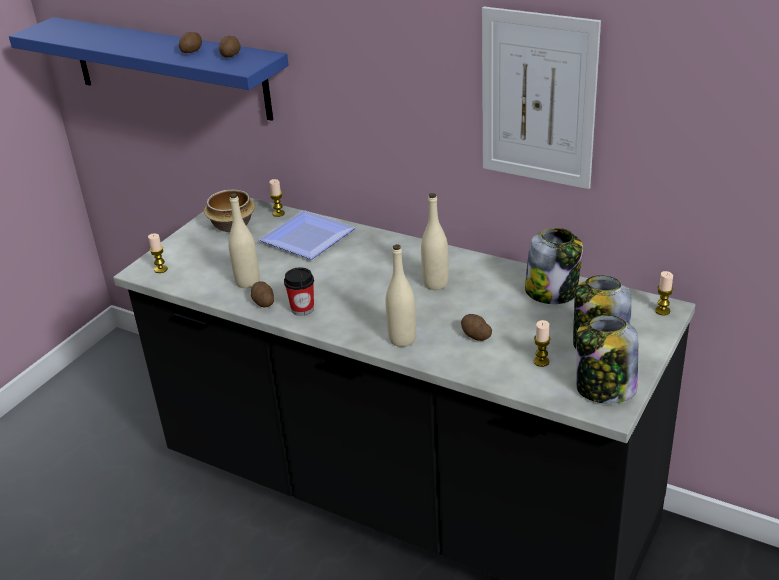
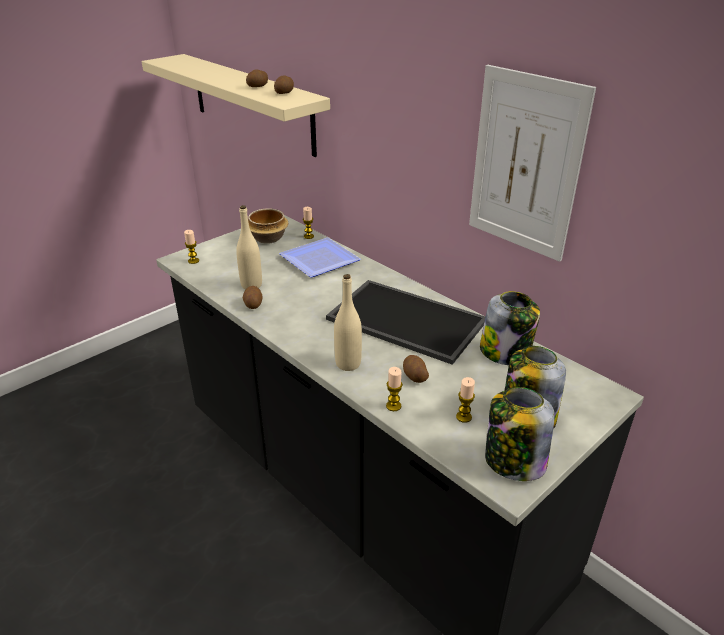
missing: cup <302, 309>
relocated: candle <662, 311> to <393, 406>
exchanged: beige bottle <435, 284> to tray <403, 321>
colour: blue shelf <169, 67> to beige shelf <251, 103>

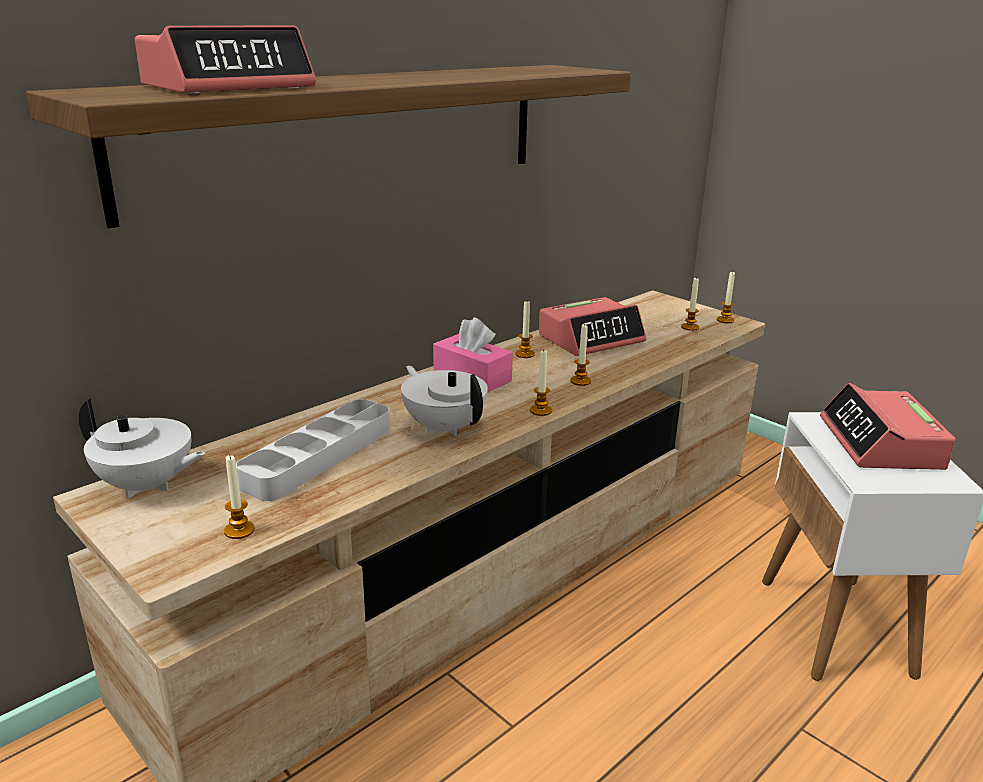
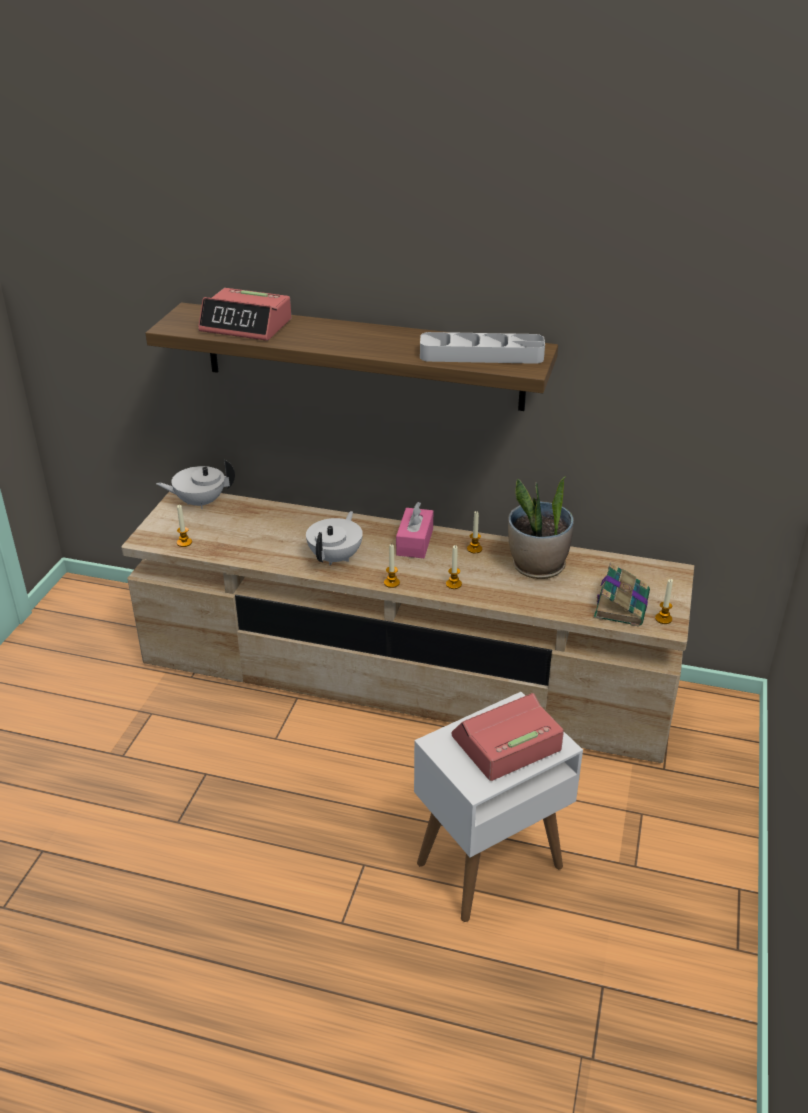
relocated: grey tray <319, 456> to <481, 355>
exchanged: alarm clock <591, 339> to potted plant <537, 567>; candle <690, 327> to book <621, 605>
spun: white teapot <147, 486> = <200, 502> 90 degrees clockwise

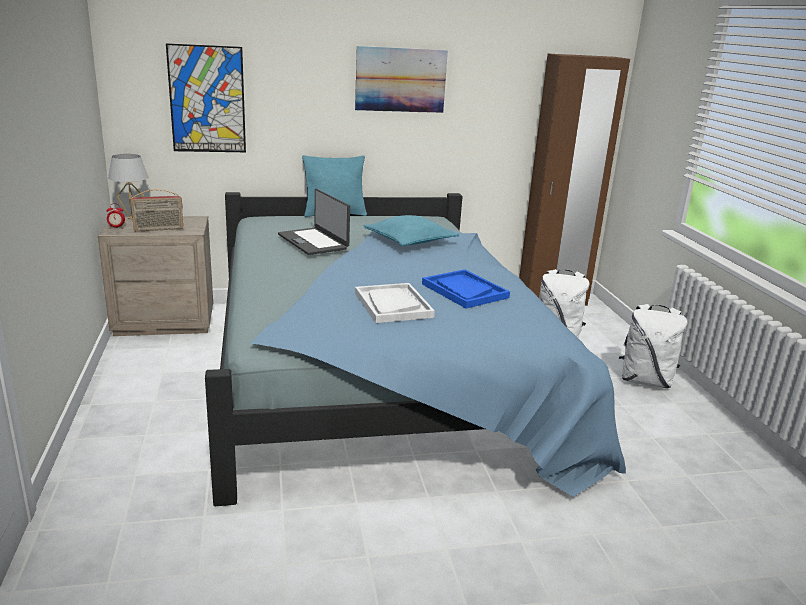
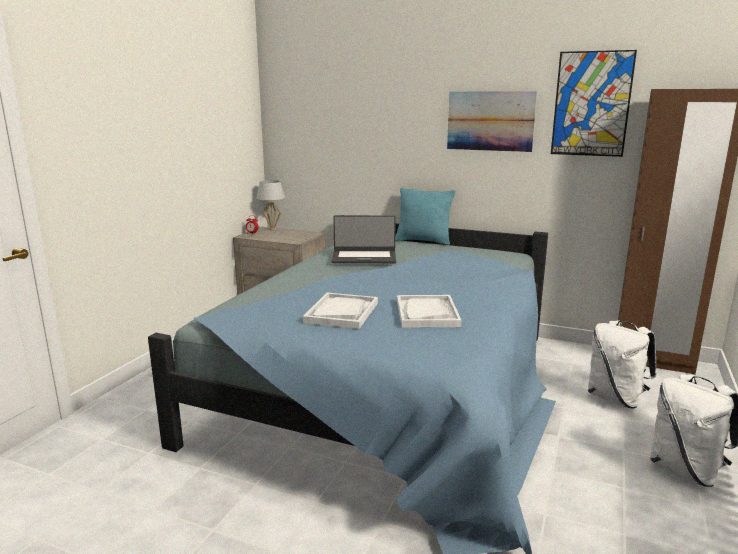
missing: radio <158, 229>; turquoise pillow <410, 241>
relocated: picture <207, 99> to <591, 104>
colour: blue tray <464, 291> to white tray <426, 313>
spun: laptop <313, 241> = <364, 257> 90 degrees counterclockwise

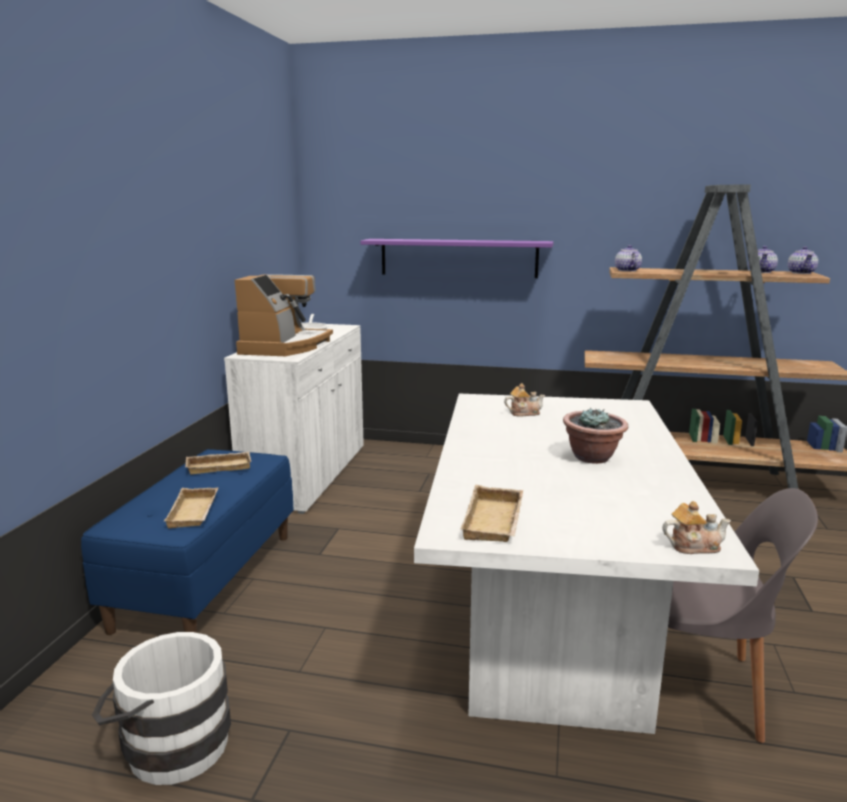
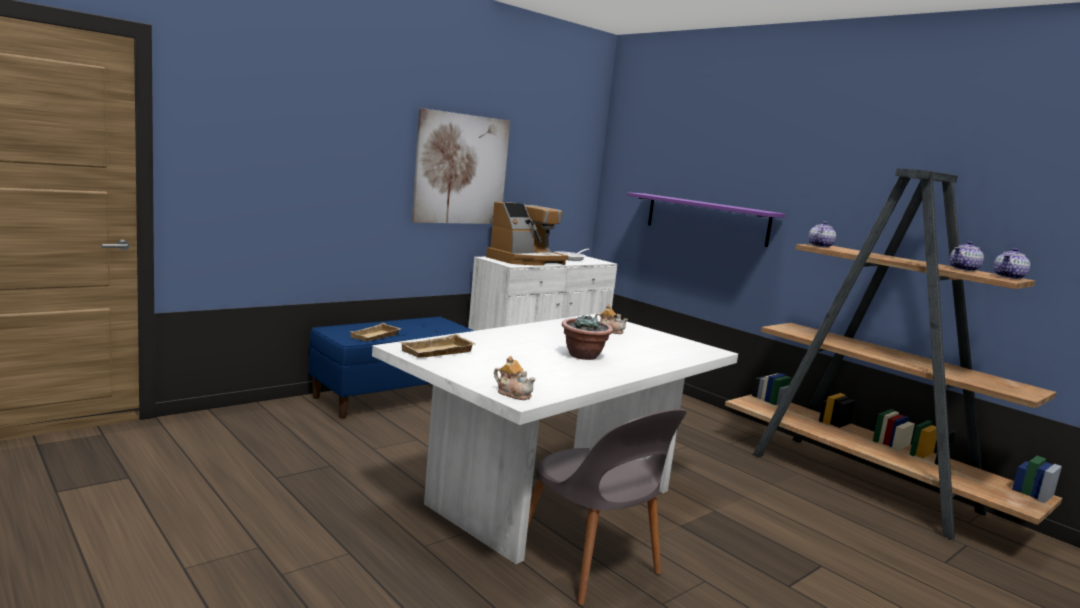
missing: white bucket <169, 745>; beige tray <220, 466>
appeared: picture <461, 169>

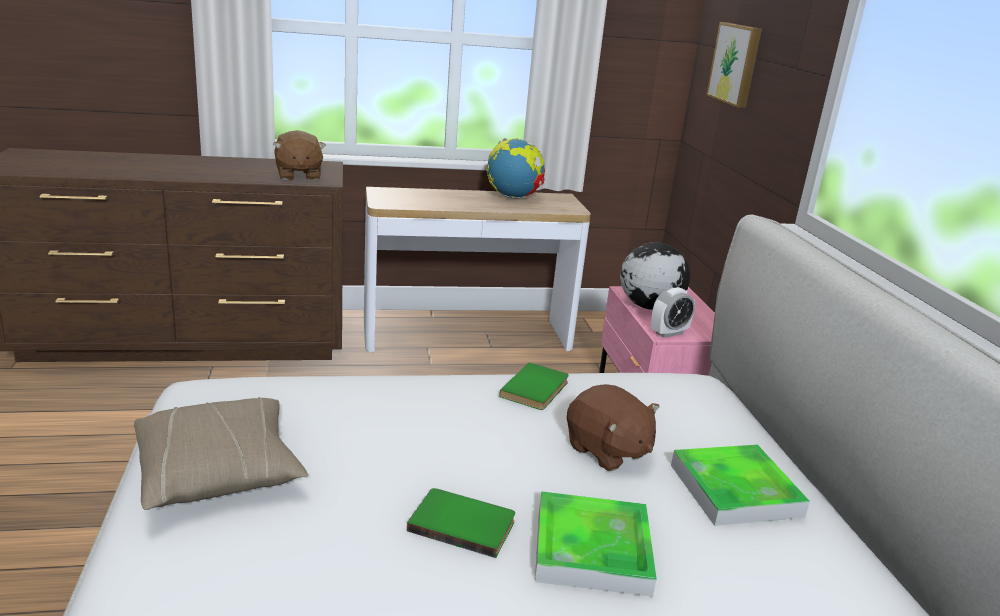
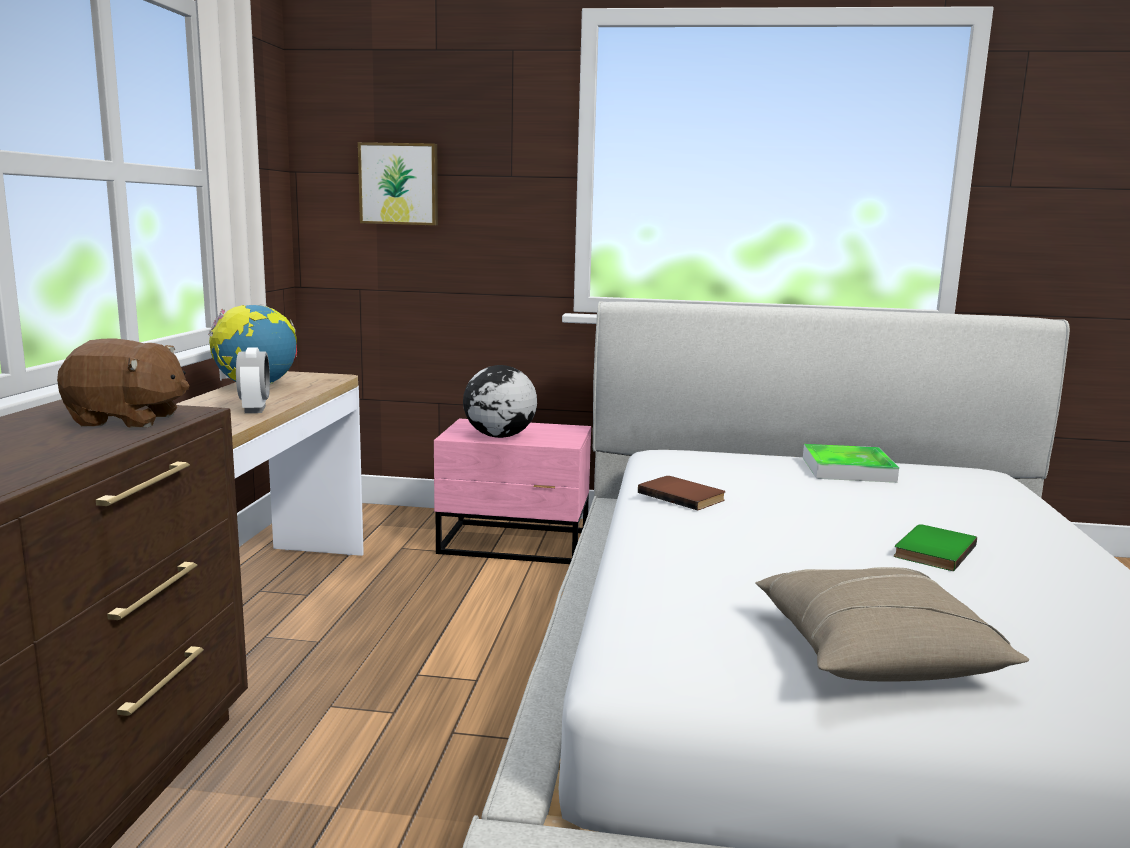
missing: tray <592, 549>; brown plush toy <607, 451>
relocated: alarm clock <669, 333> to <255, 409>
colour: green book <537, 389> to brown book <683, 495>

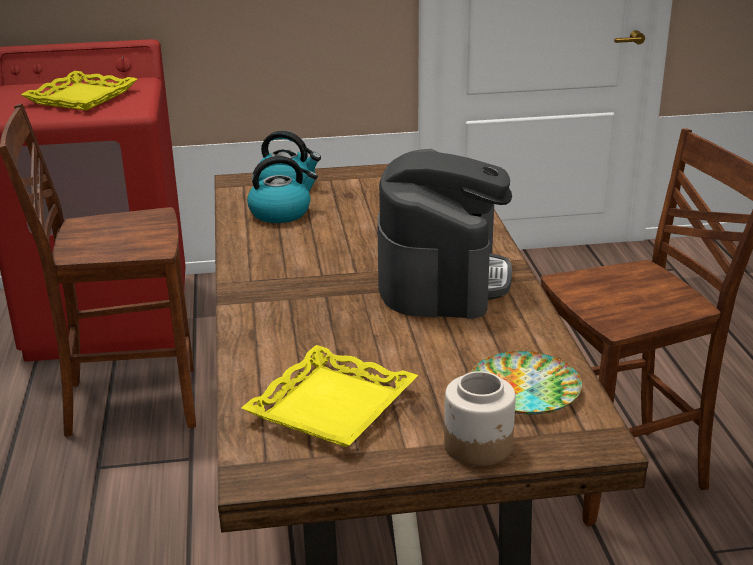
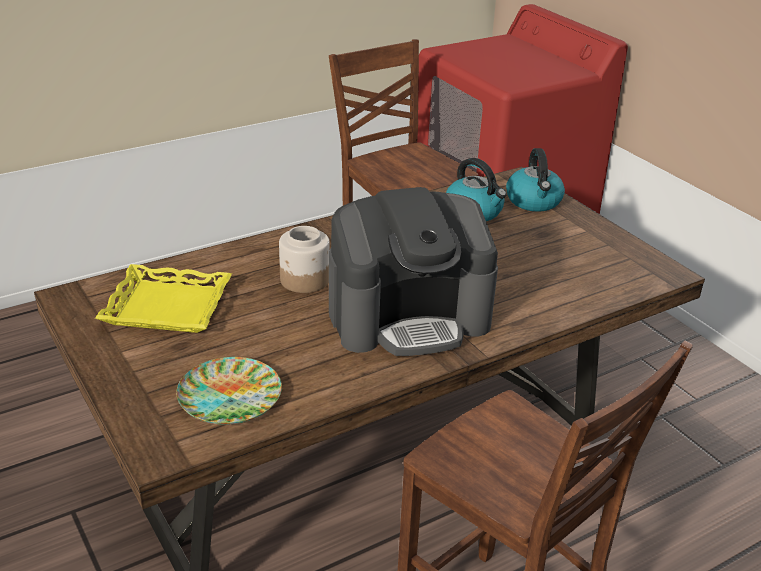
missing: yellow tray <81, 97>
relocated: jar <479, 446> to <304, 280>

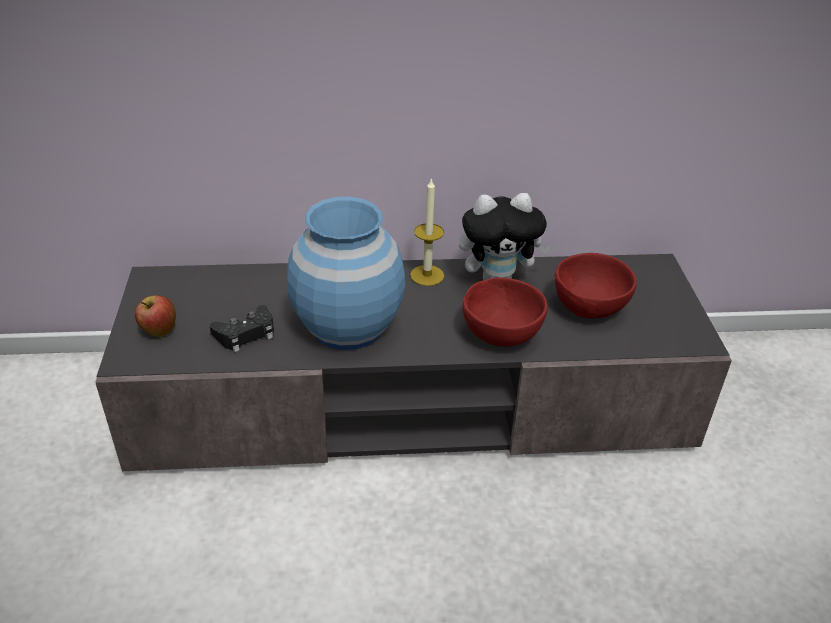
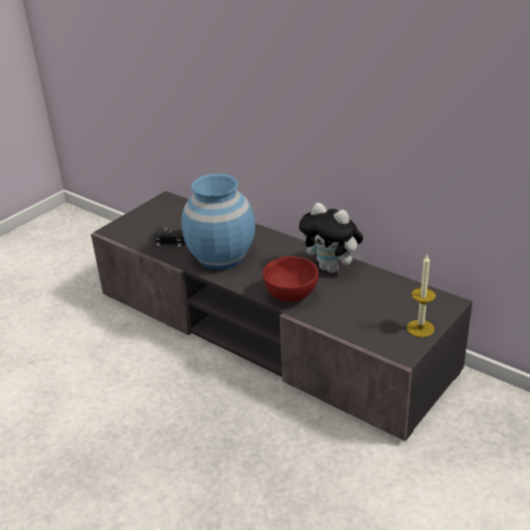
missing: apple <159, 331>; red bowl <588, 307>
relocated: candle <427, 275> to <420, 328>

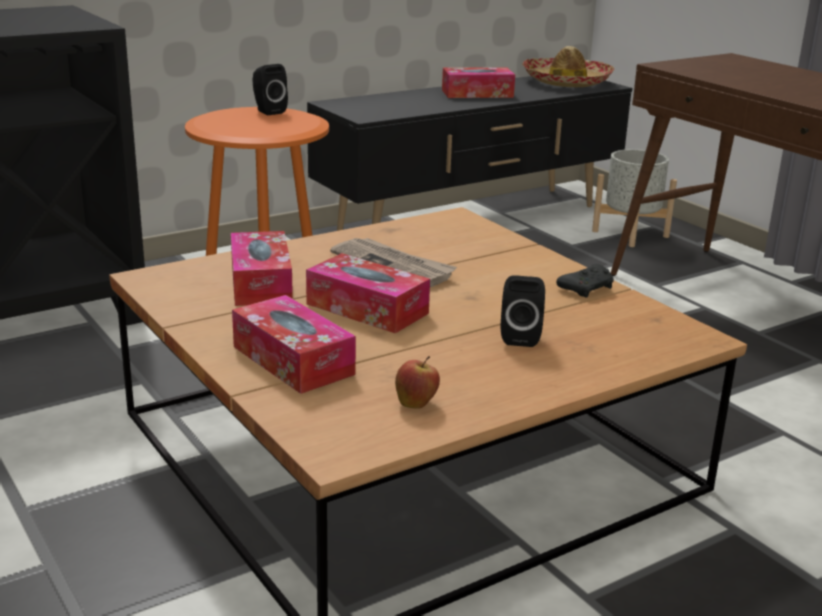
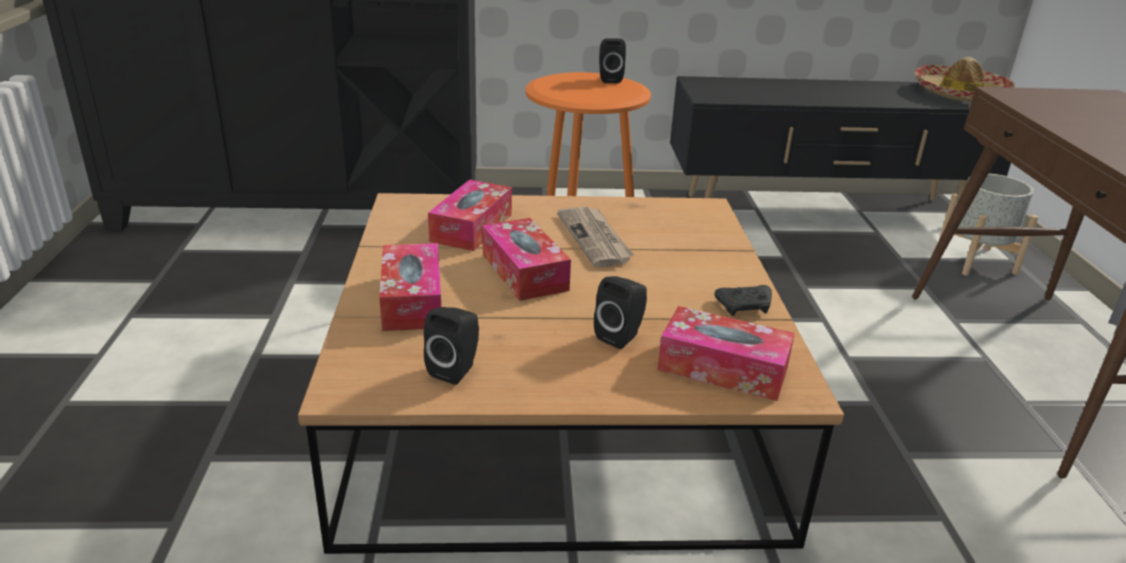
relocated: tissue box <477, 93> to <723, 368>
exchanged: apple <416, 403> to black speaker <456, 369>

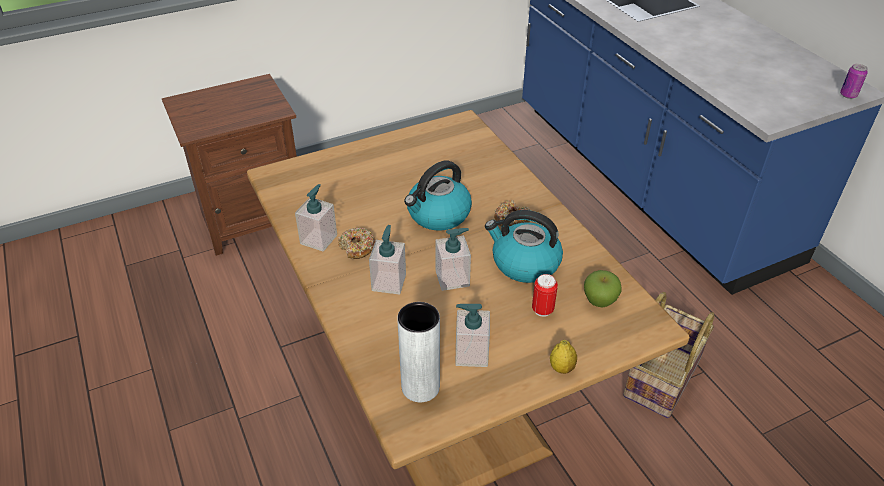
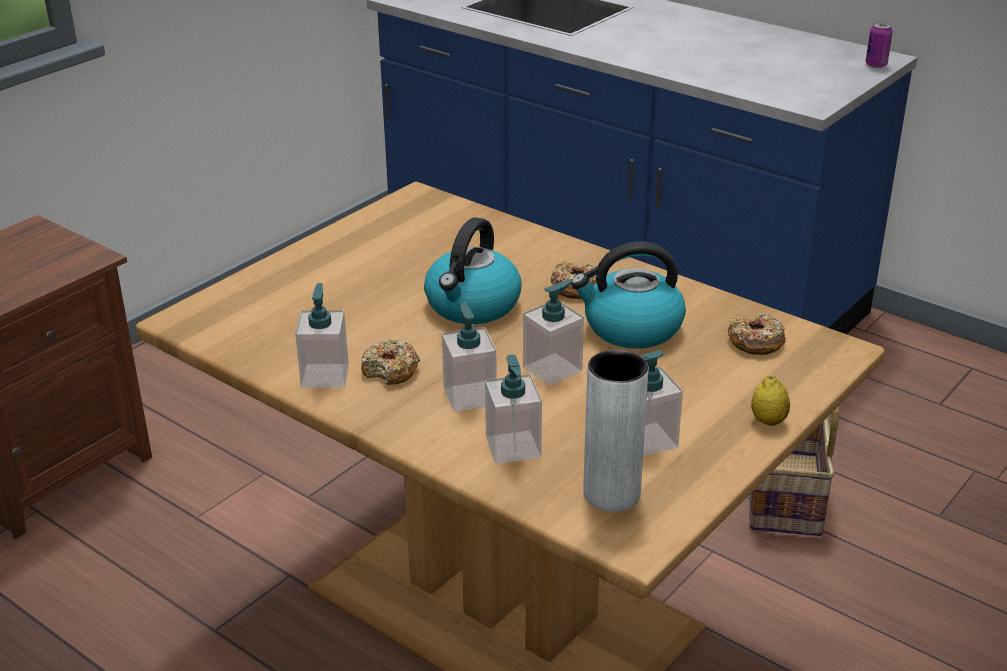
missing: can <542, 310>
appeared: soap dispenser <513, 447>
exchanged: apple <599, 301> to donut <755, 342>

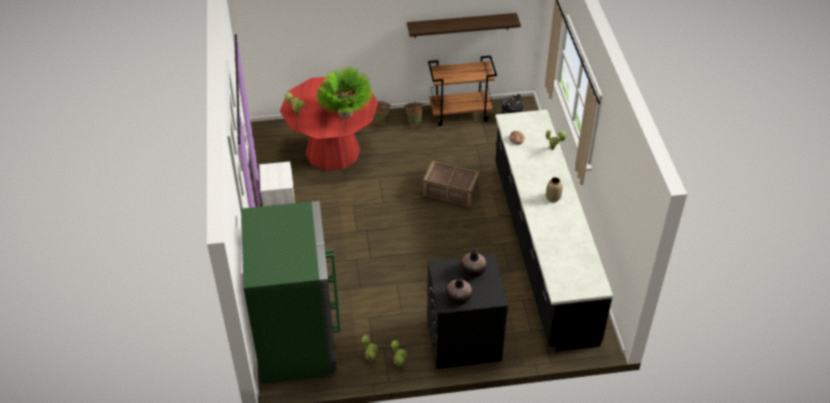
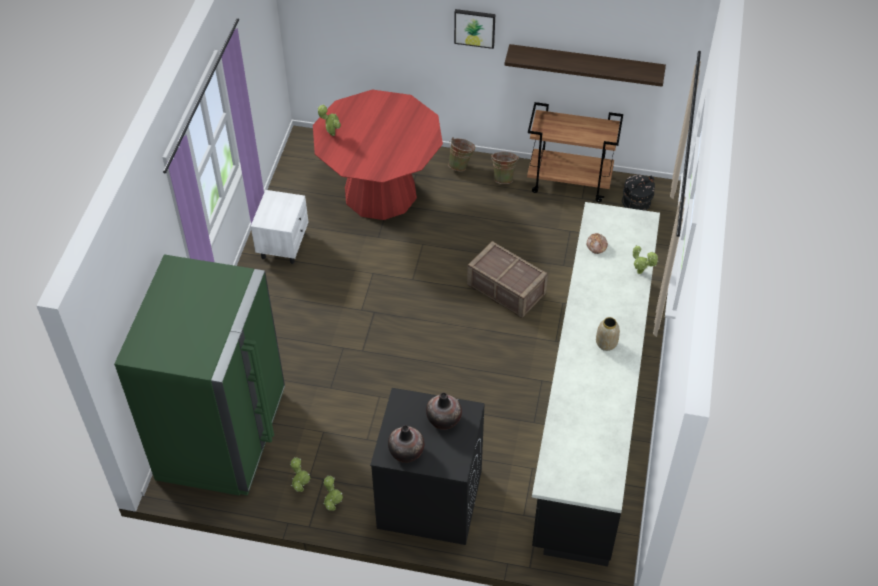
missing: potted plant <345, 113>
appeared: picture <474, 27>

